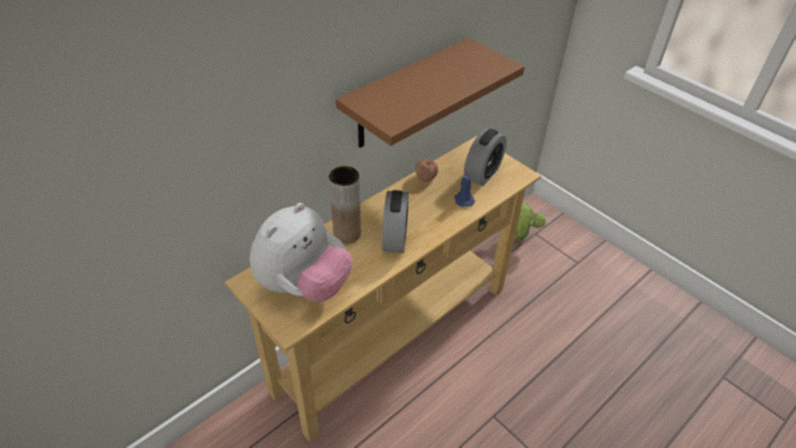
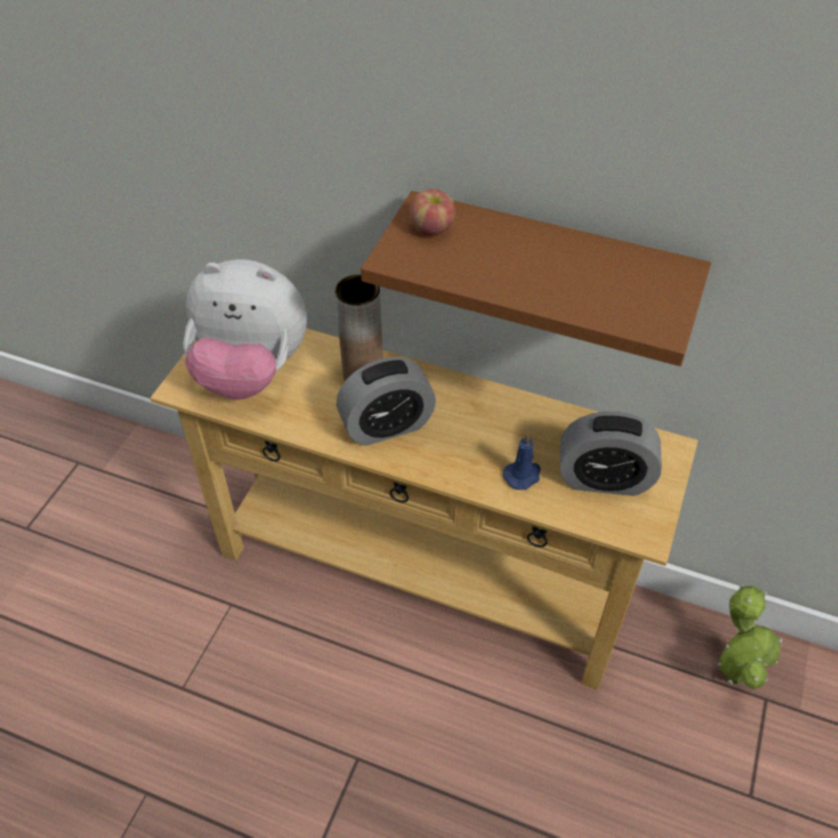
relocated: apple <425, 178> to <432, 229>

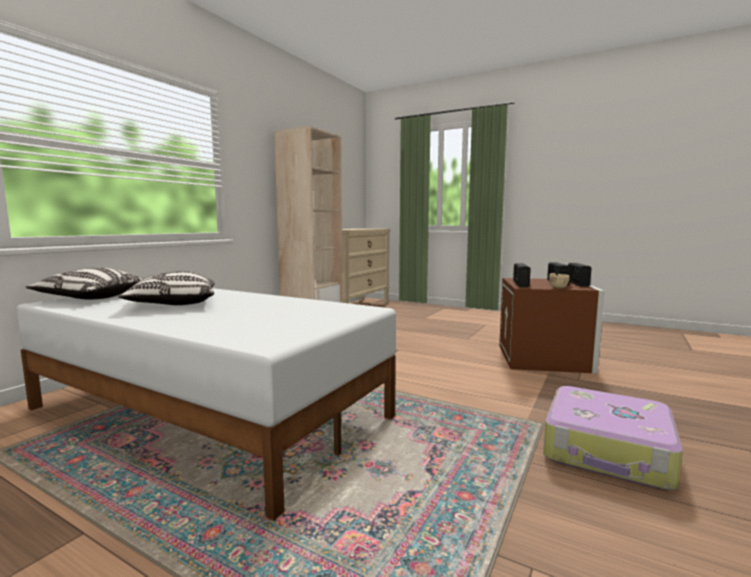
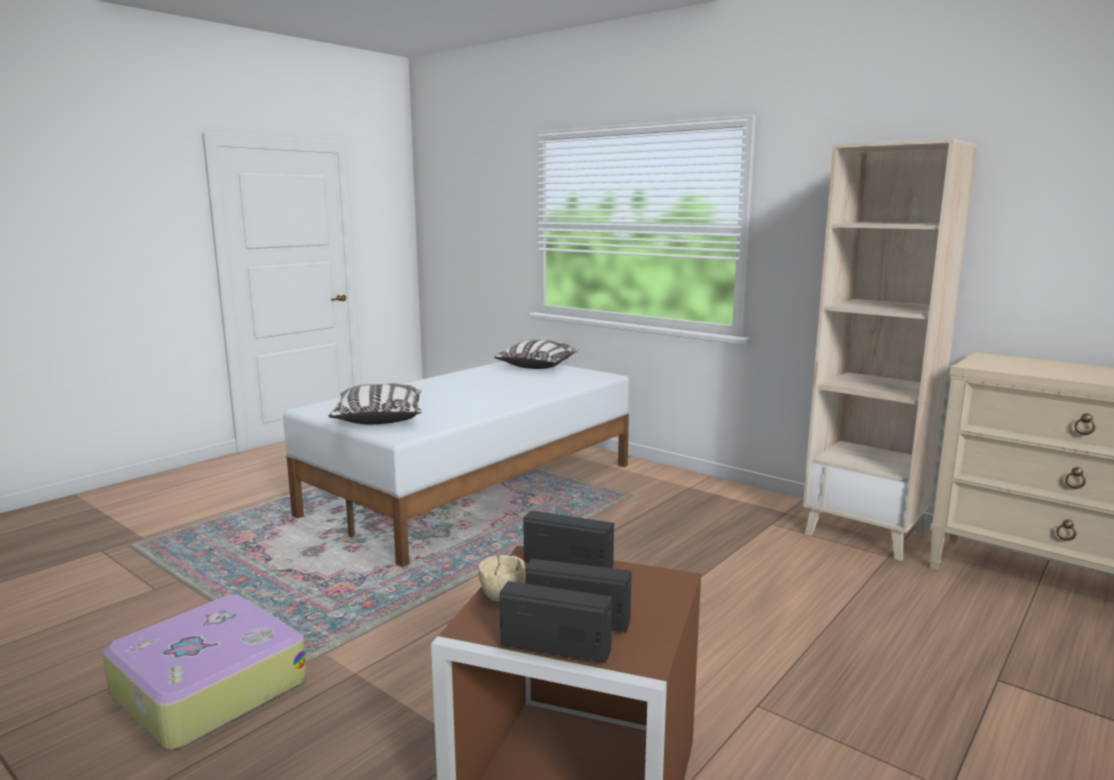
relocated: pillow <173, 304> to <379, 418>

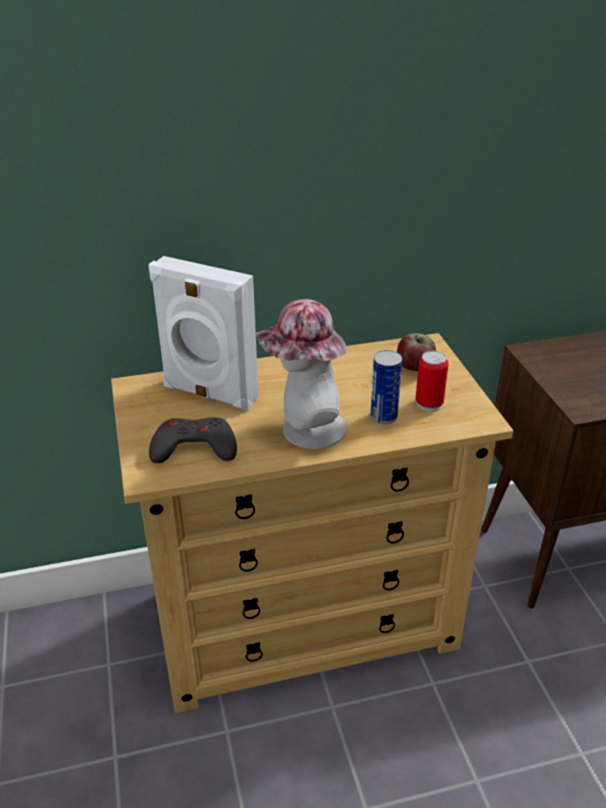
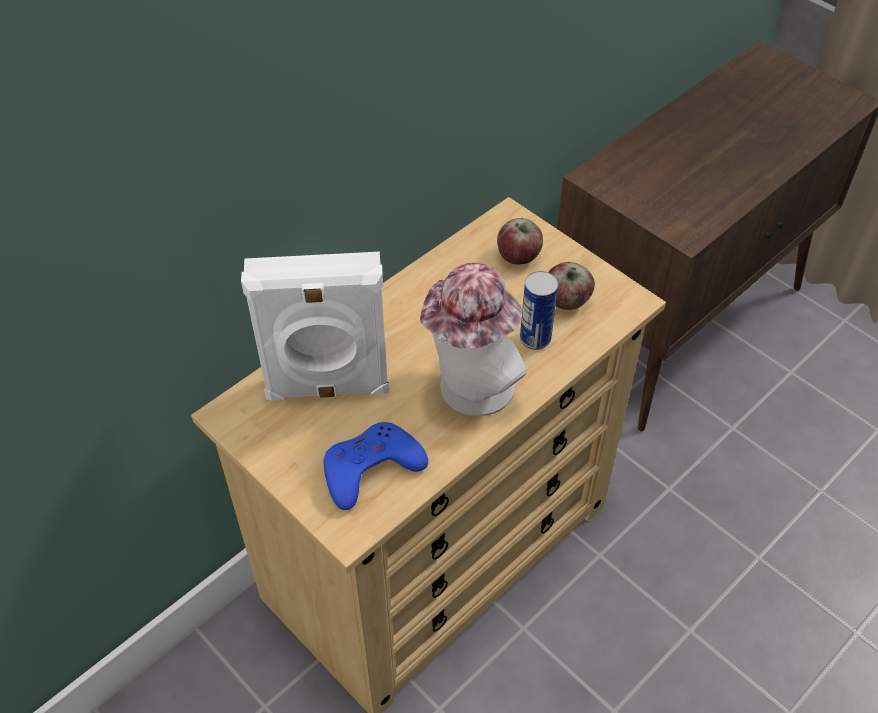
exchanged: can <429, 403> to apple <566, 301>
colour: grey game controller <194, 447> to blue game controller <371, 469>

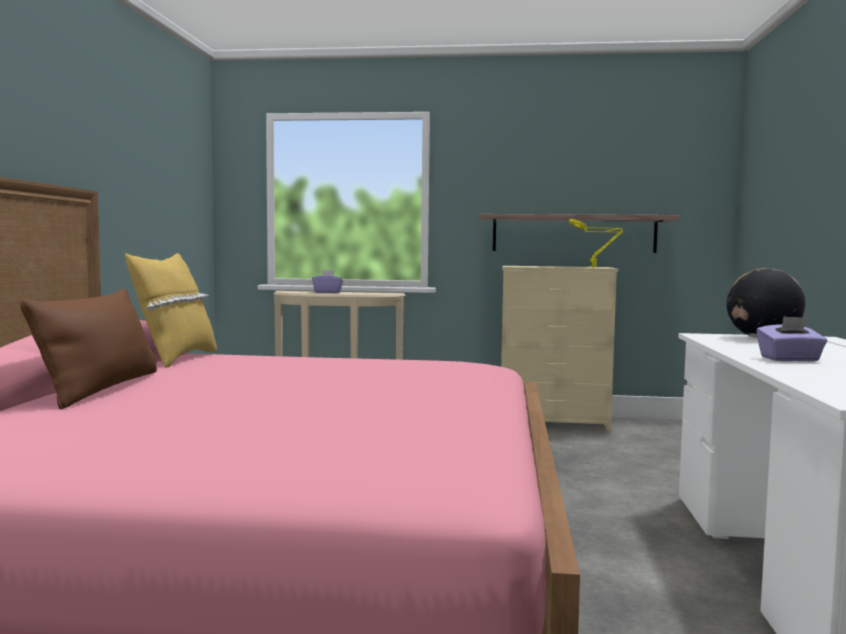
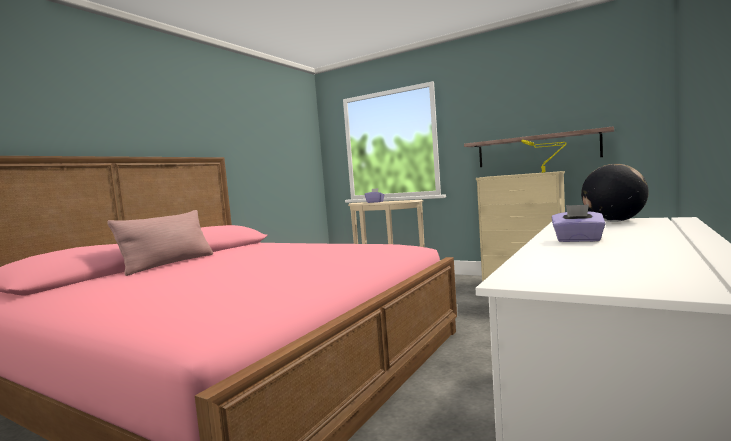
missing: yellow pillow <175, 359>
colour: brown pillow <101, 388> to pink pillow <169, 264>

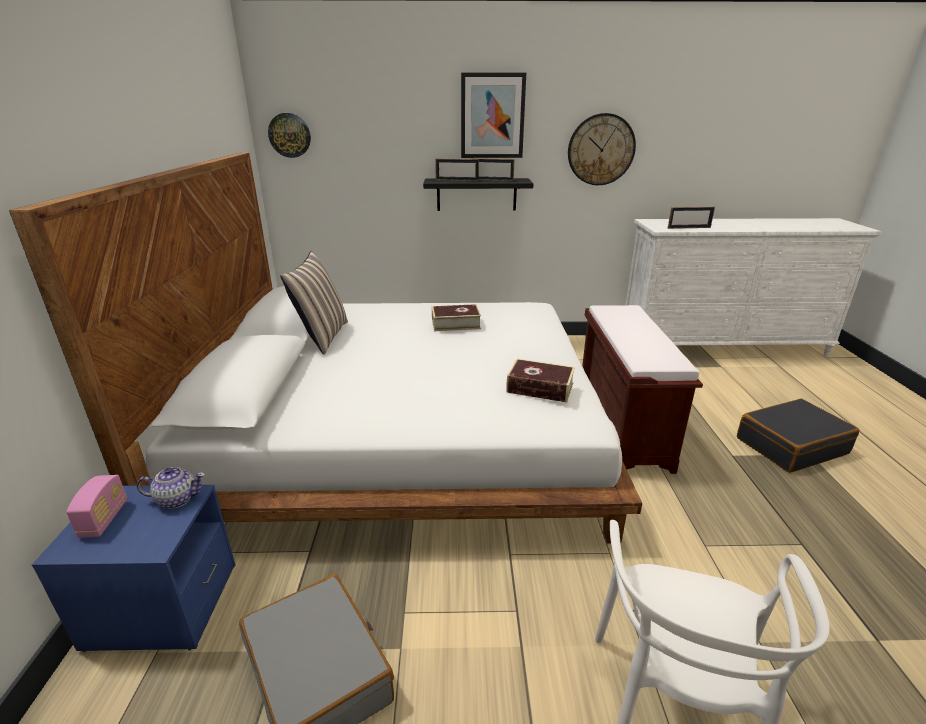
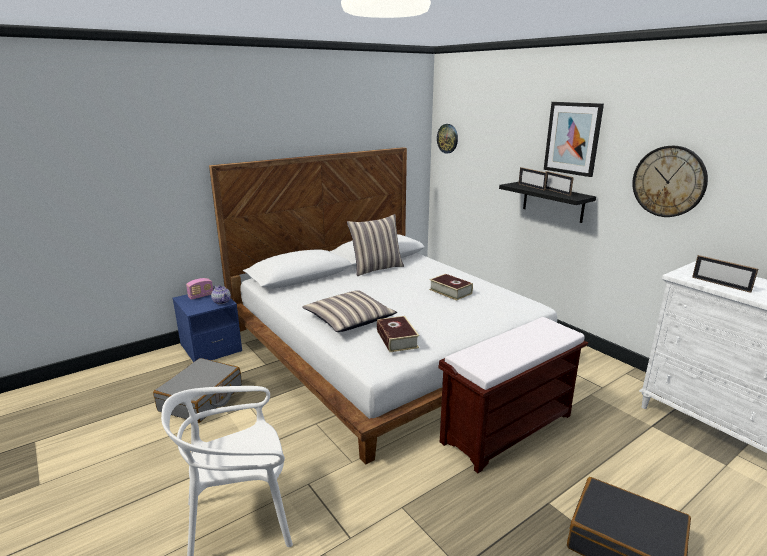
appeared: pillow <349, 319>

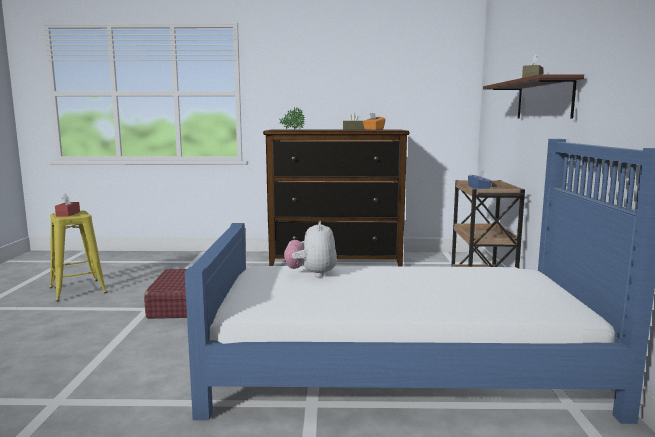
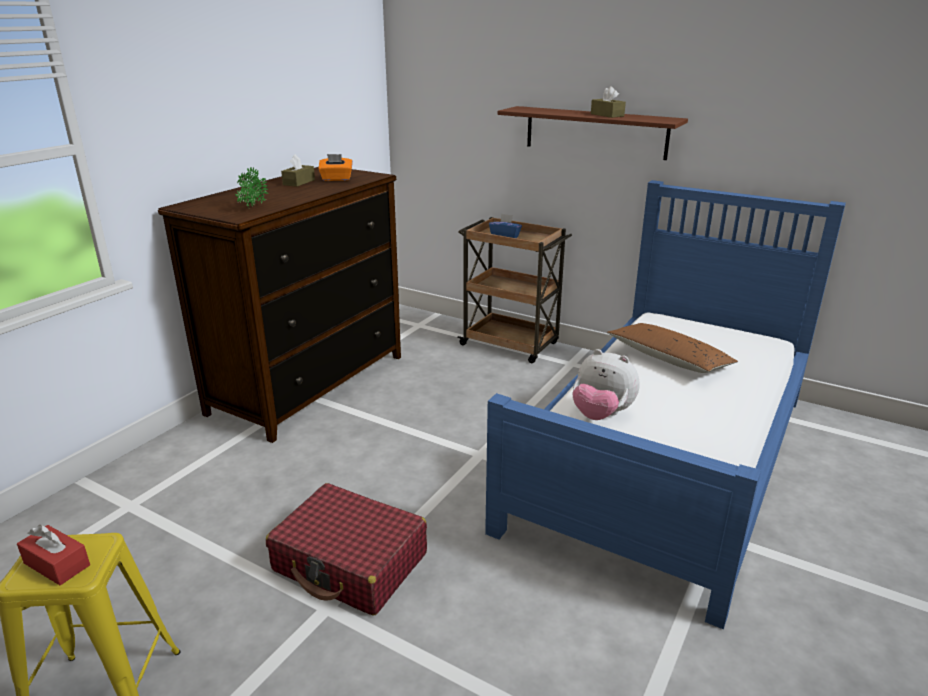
appeared: brown pillow <668, 359>

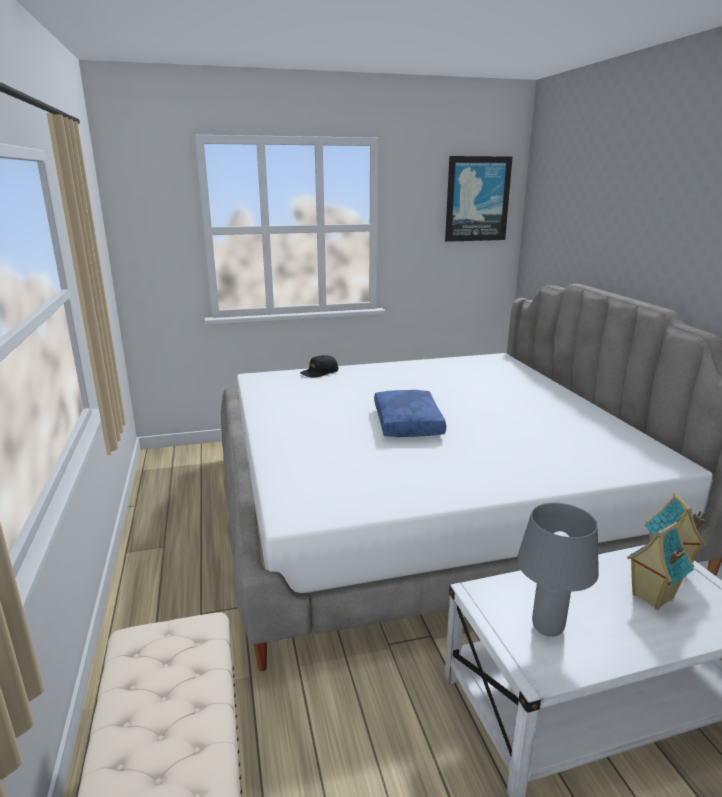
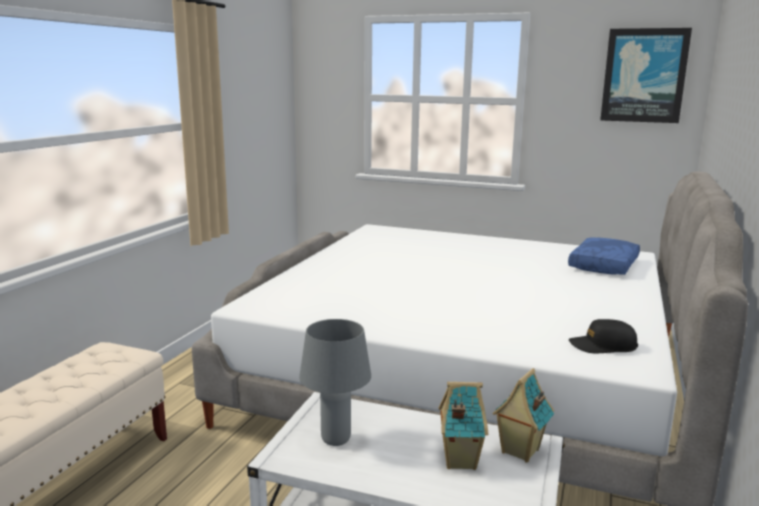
relocated: black cap <319, 372> to <602, 346>; blue pillow <409, 423> to <605, 266>

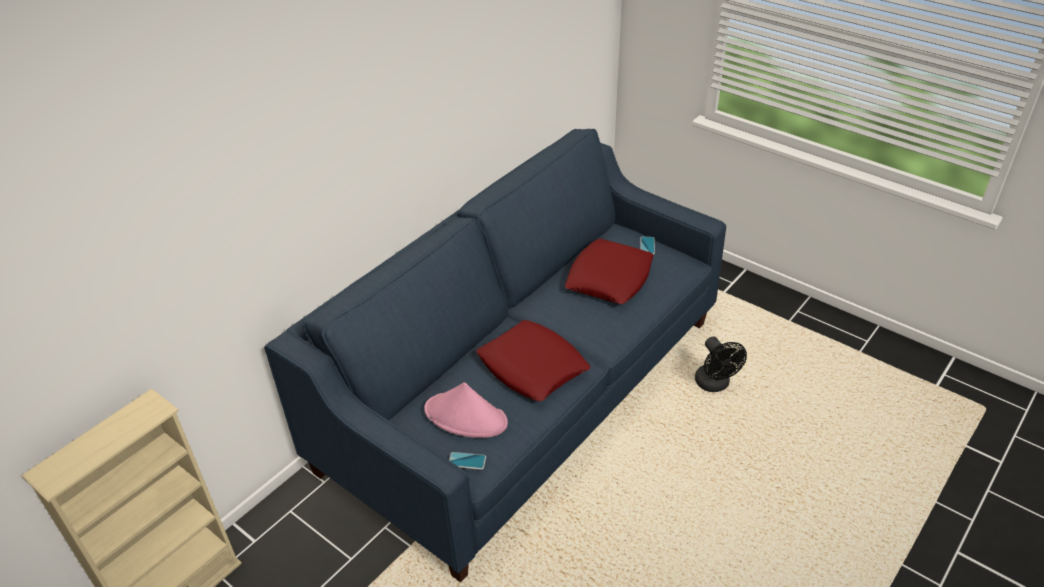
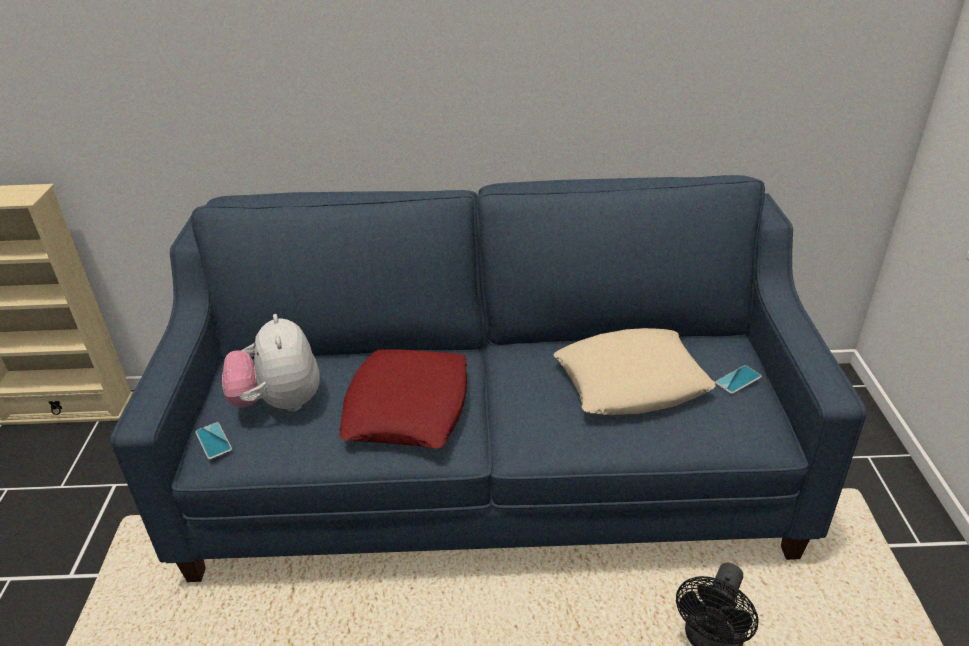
exchanged: pink hat <466, 417> to plush toy <279, 403>
colour: red pillow <609, 278> to beige pillow <631, 381>

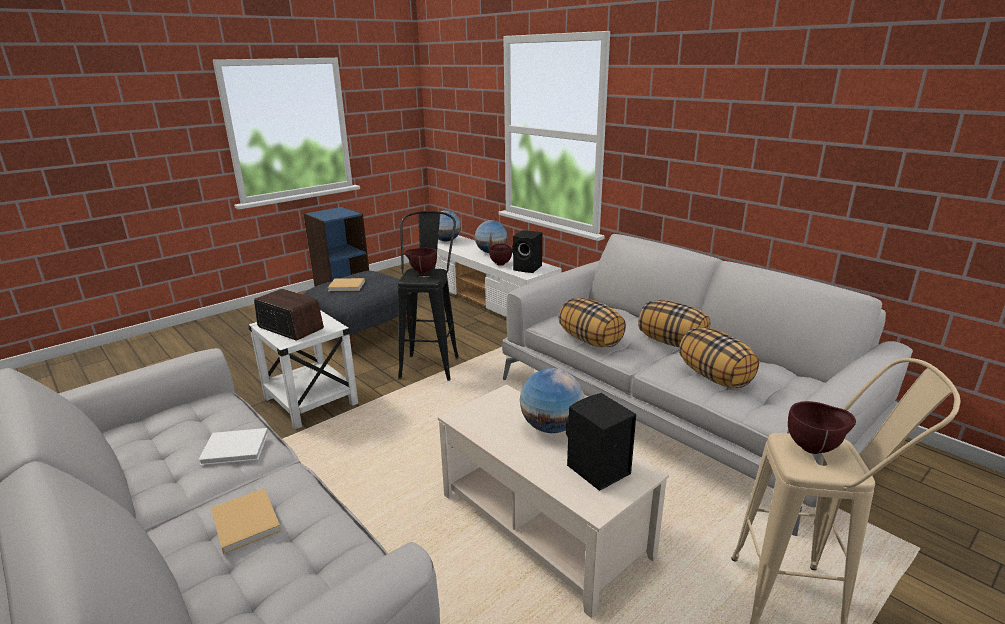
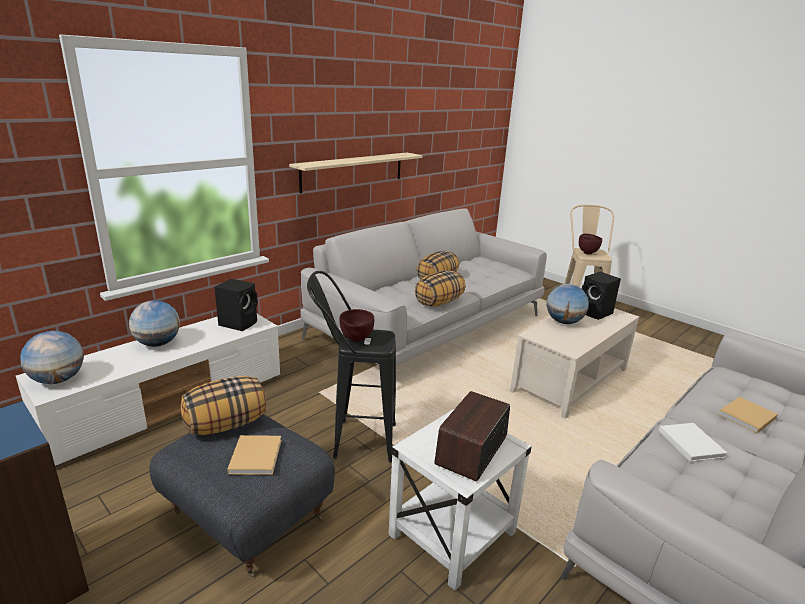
missing: brown bowl <500, 263>
appeared: shelf <353, 171>
relocated: pillow <715, 377> to <226, 424>

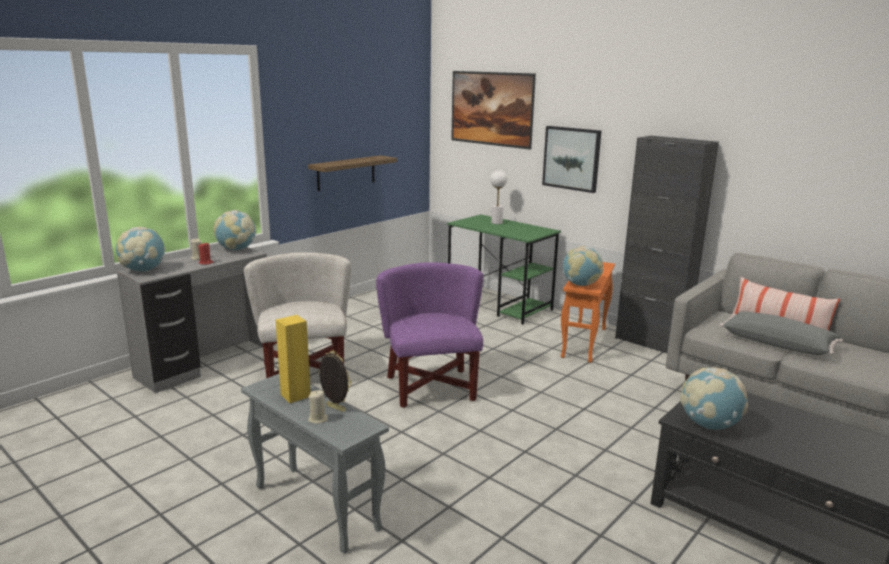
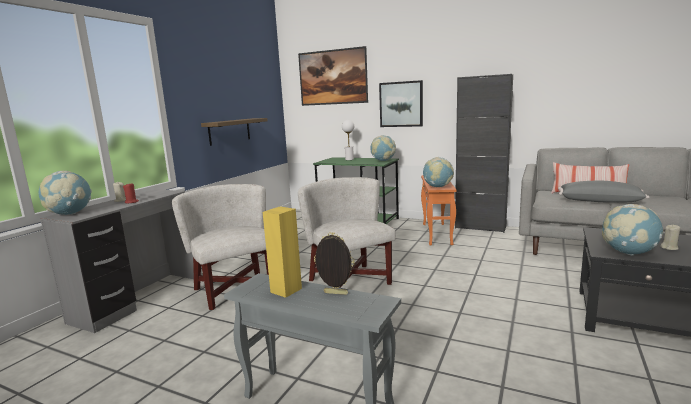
relocated: globe <236, 249> to <383, 161>; beige candle <318, 419> to <669, 248>
colour: purple armchair <432, 387> to white armchair <350, 281>

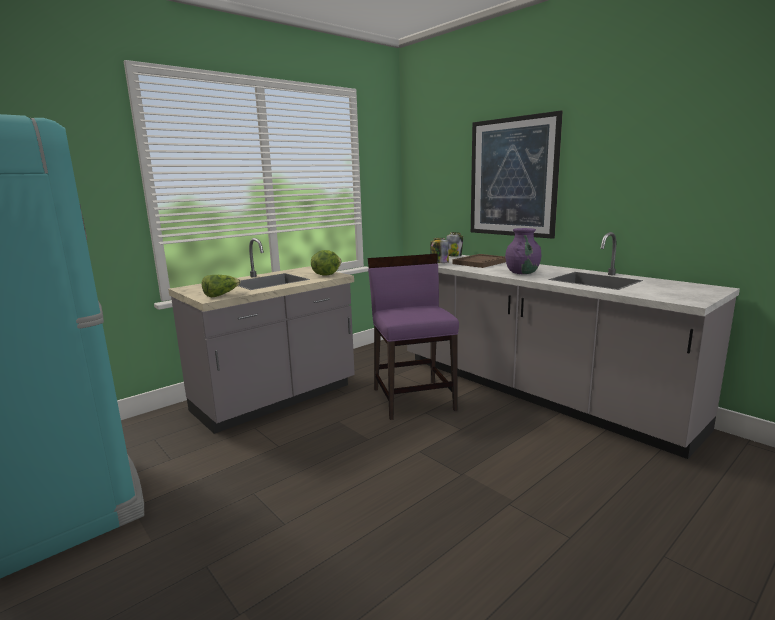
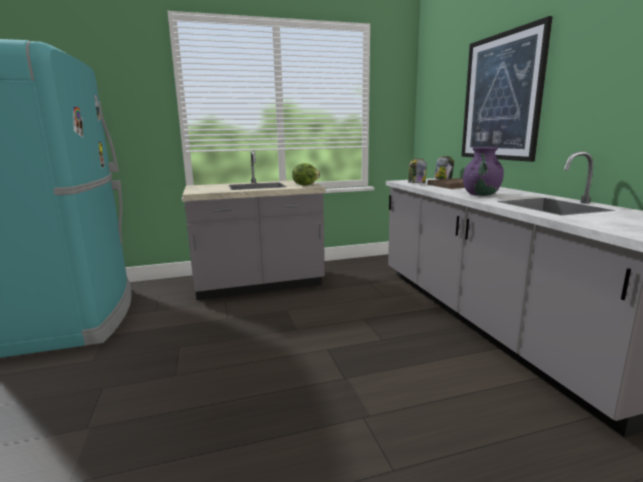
missing: lettuce <221, 295>; purple chair <414, 398>

